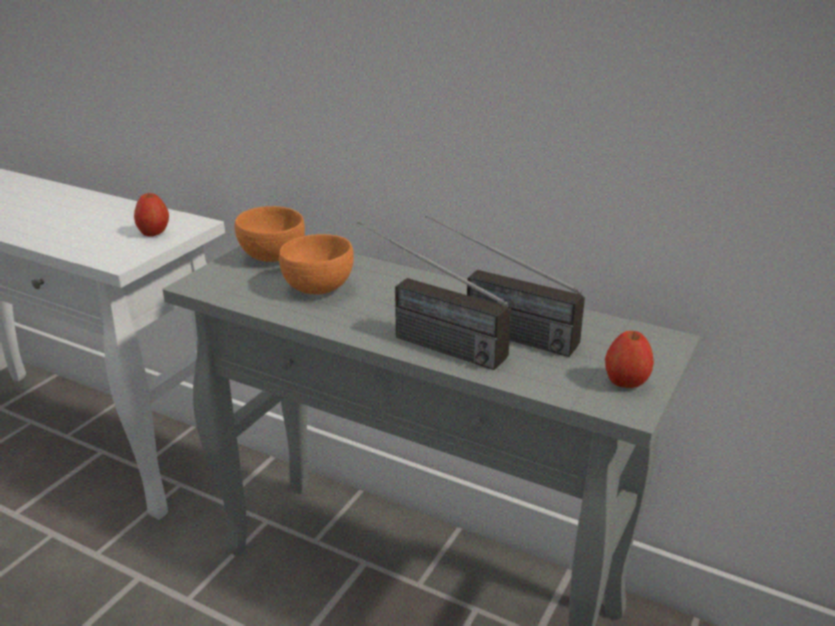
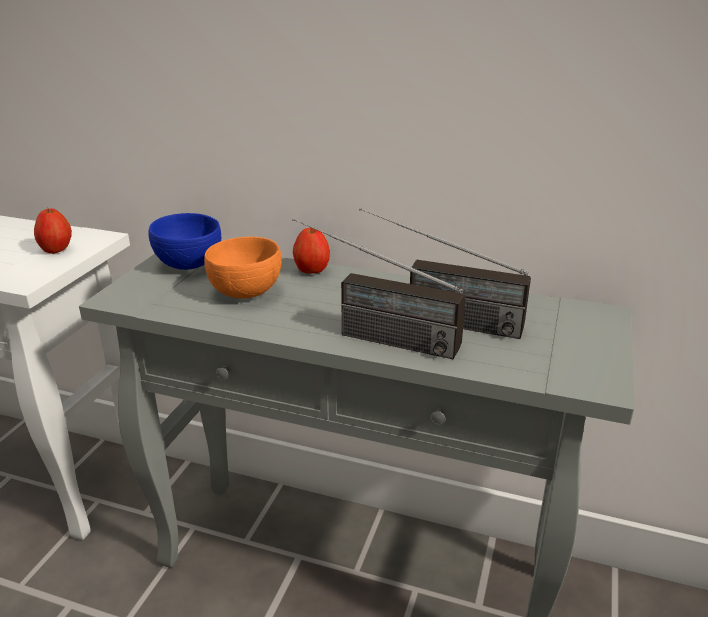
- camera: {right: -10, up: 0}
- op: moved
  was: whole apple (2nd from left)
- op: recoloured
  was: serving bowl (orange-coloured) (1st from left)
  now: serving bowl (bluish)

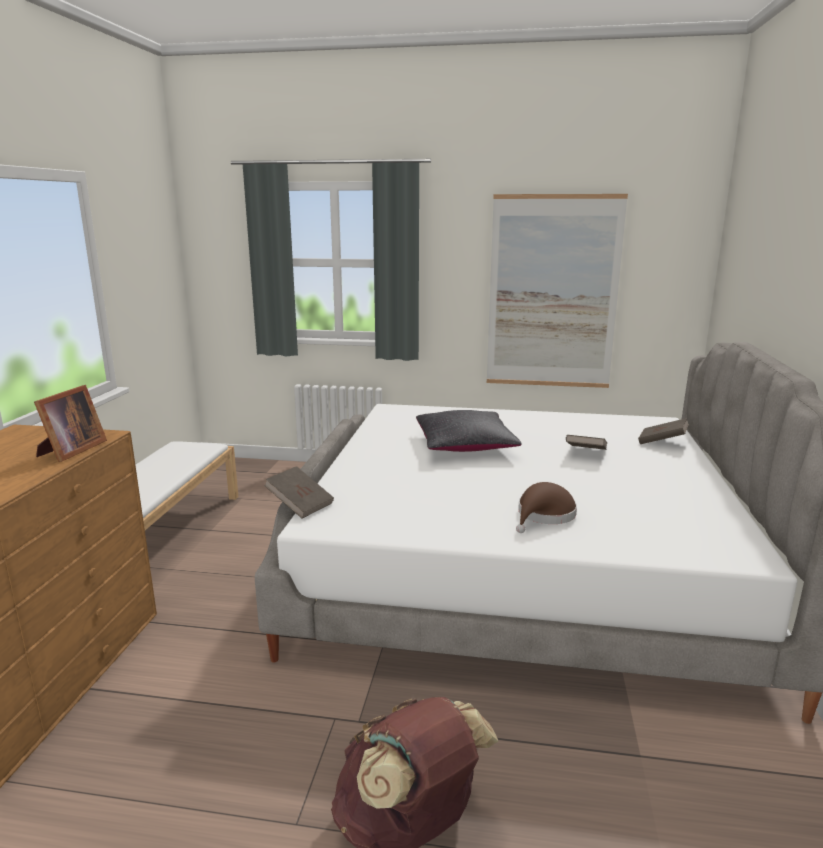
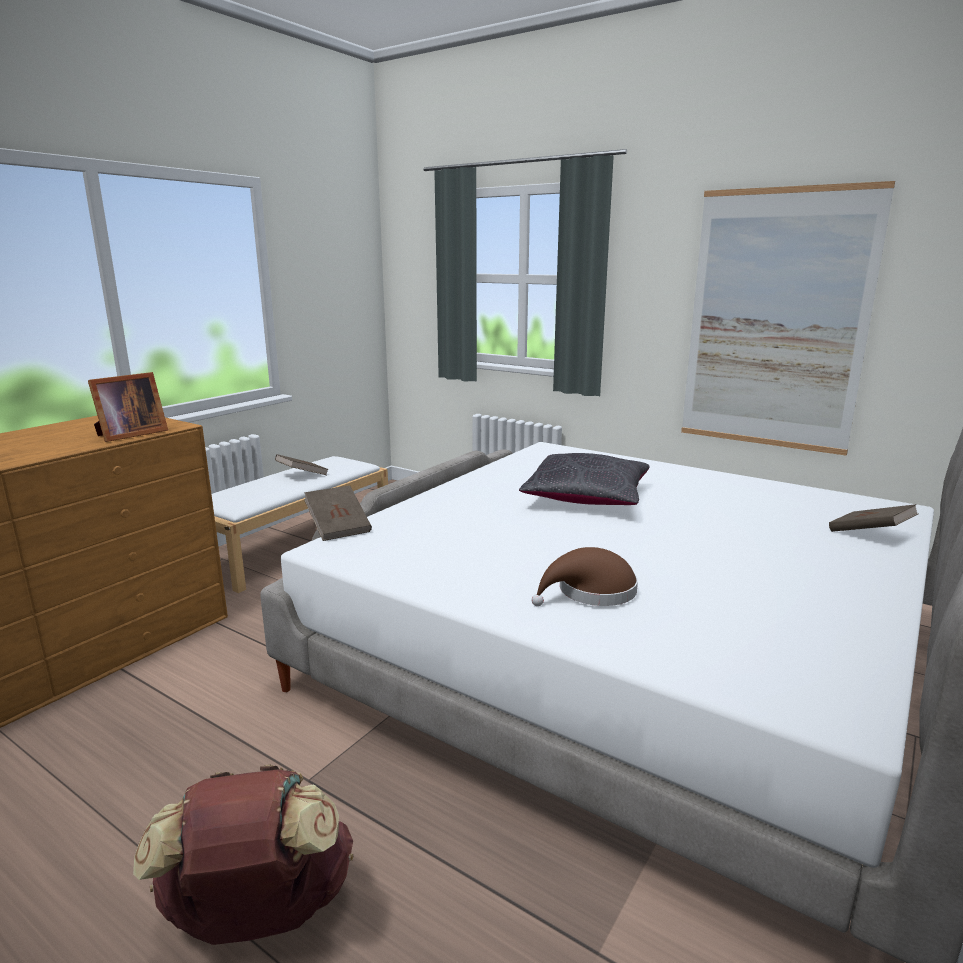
- camera: {right: 25, up: 0}
- op: moved
  was: volume (brown-coloured) (2nd from left in the first image)
  now: volume (brown-coloured) (1st from left)

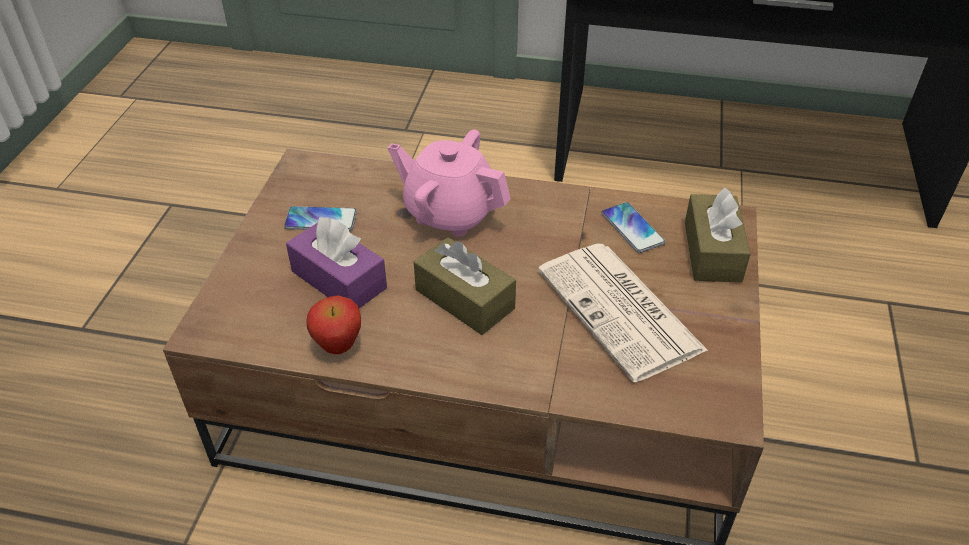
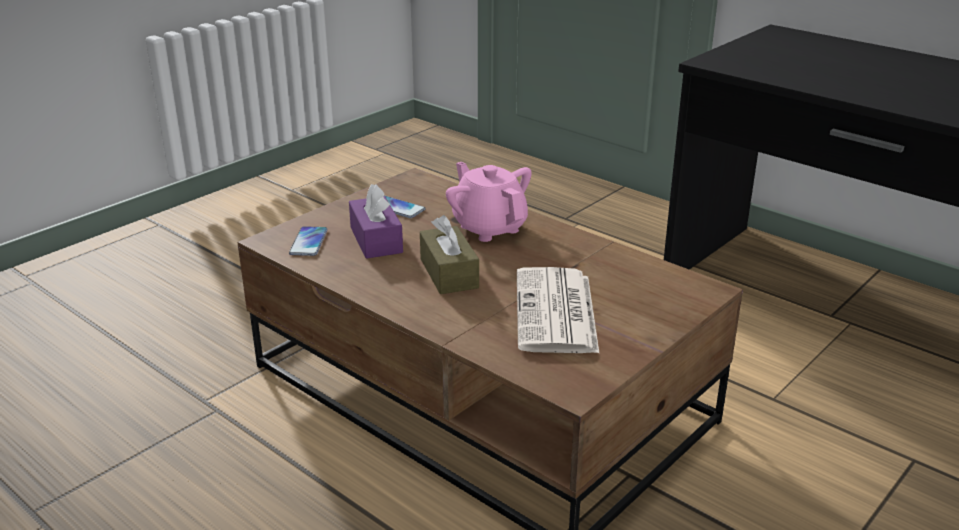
- camera: {right: 30, up: -15}
- op: removed
  was: whole apple
- op: removed
  was: box of tissues (brown-coloured) (2nd from left)
- op: moved
  was: phone (2nd from left in the first image)
  now: phone (1st from left)

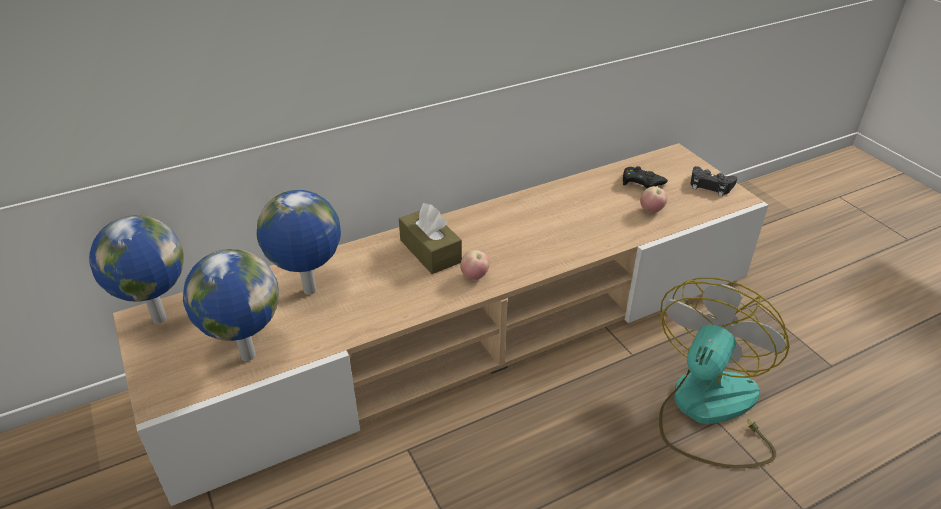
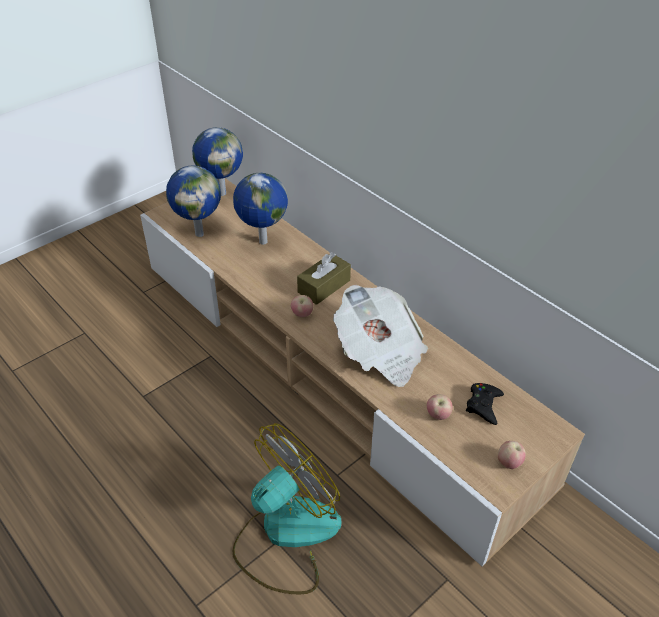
- camera: {right: 75, up: 5}
- op: added
  now: daily paper
- op: replaced
  was: game controller (black) (2nd from left)
  now: whole apple (3rd from left)
- op: turned
  was: cooling fan
  clockwise: -60

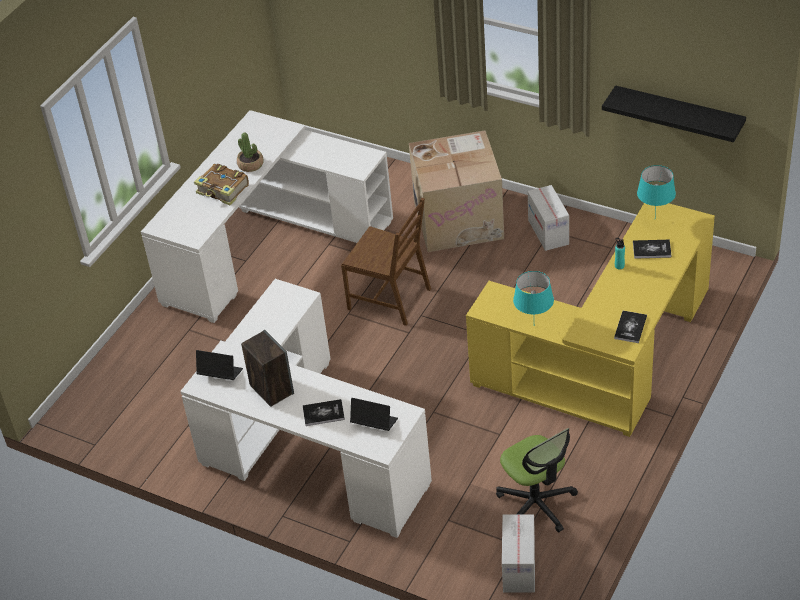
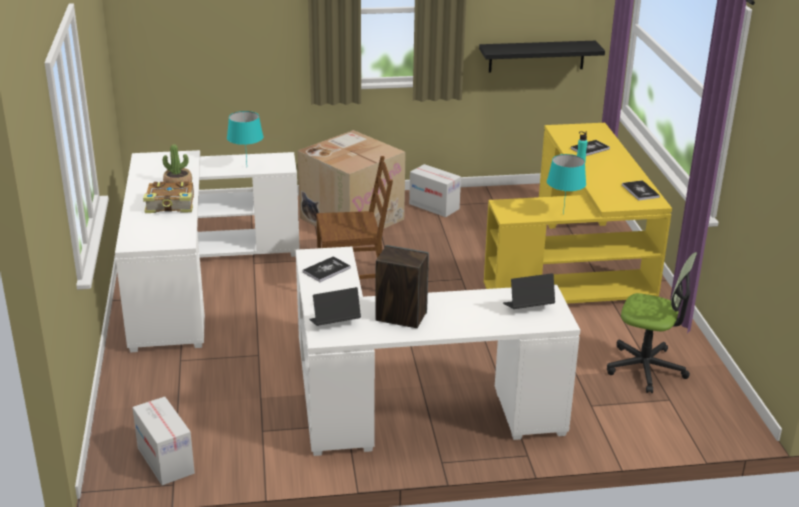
- camera: {right: -40, up: -15}
- op: moved
  was: volume (2nd from left)
- op: moved
  was: cardboard box (2nd from left in the first image)
  now: cardboard box (1st from left)
- op: moved
  was: lamp for a table (turquoise) (2nd from left in the first image)
  now: lamp for a table (turquoise) (1st from left)

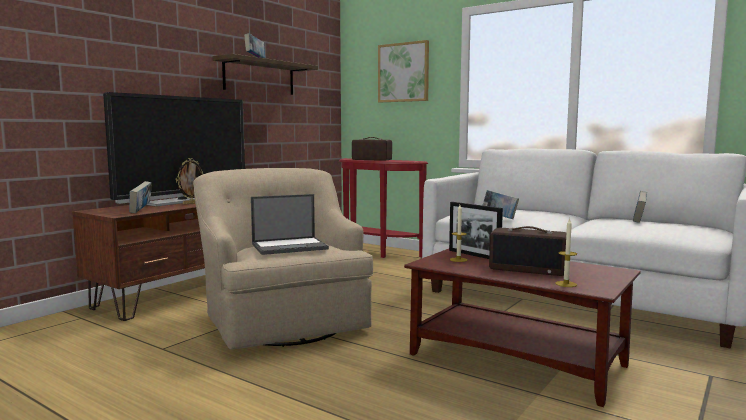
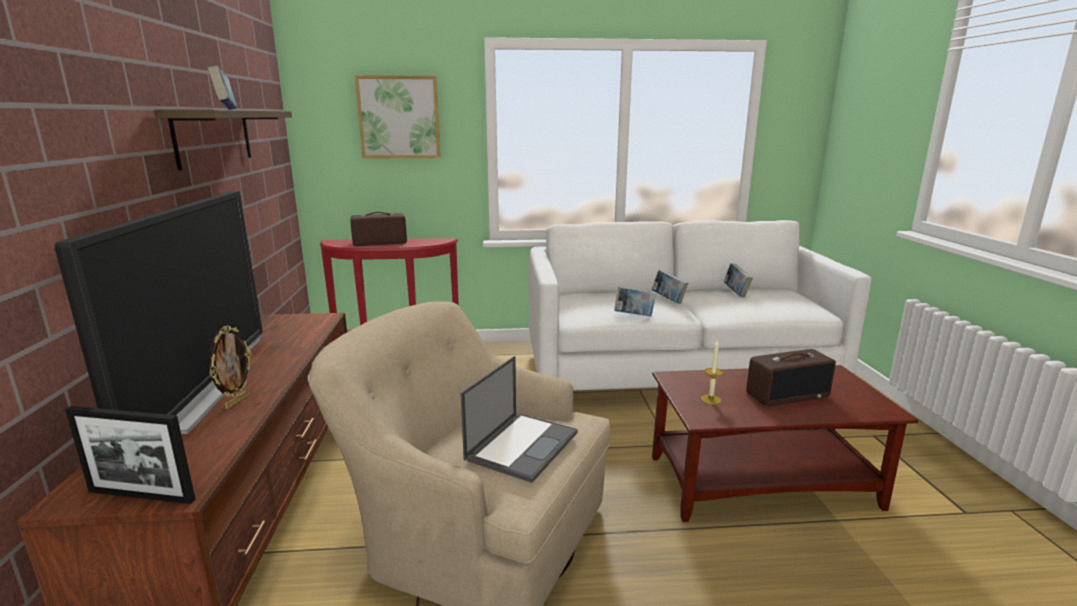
- camera: {right: -40, up: 10}
- op: removed
  was: wax candle (2nd from left)
- op: moved
  was: volume (1st from left in the first image)
  now: volume (3rd from left)
- op: moved
  was: standing frame (2nd from left in the first image)
  now: standing frame (1st from left)

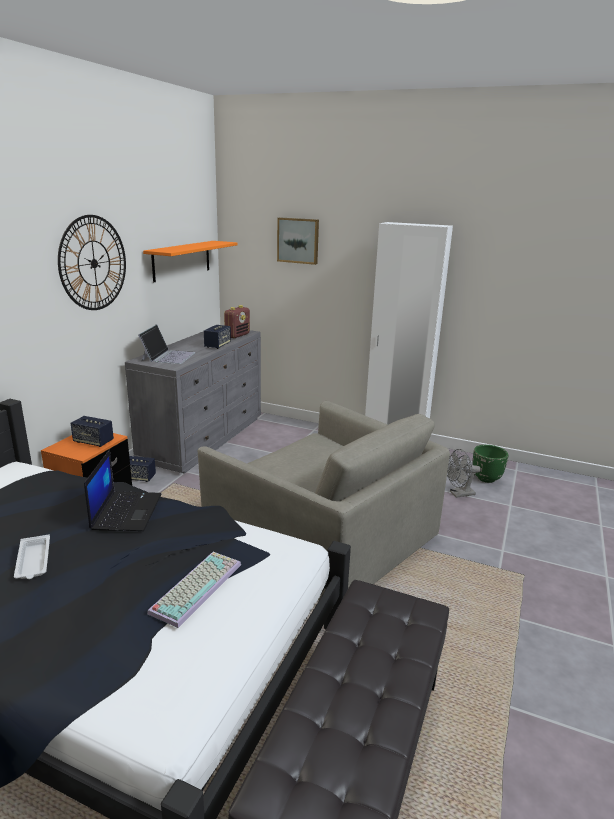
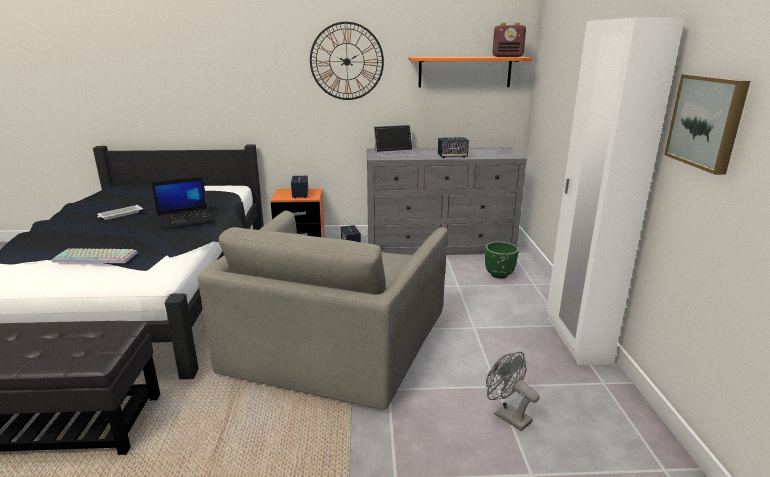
- camera: {right: 65, up: 0}
- op: moved
  was: radio set
- op: moved
  was: picture
- op: moved
  was: planter (greenish)

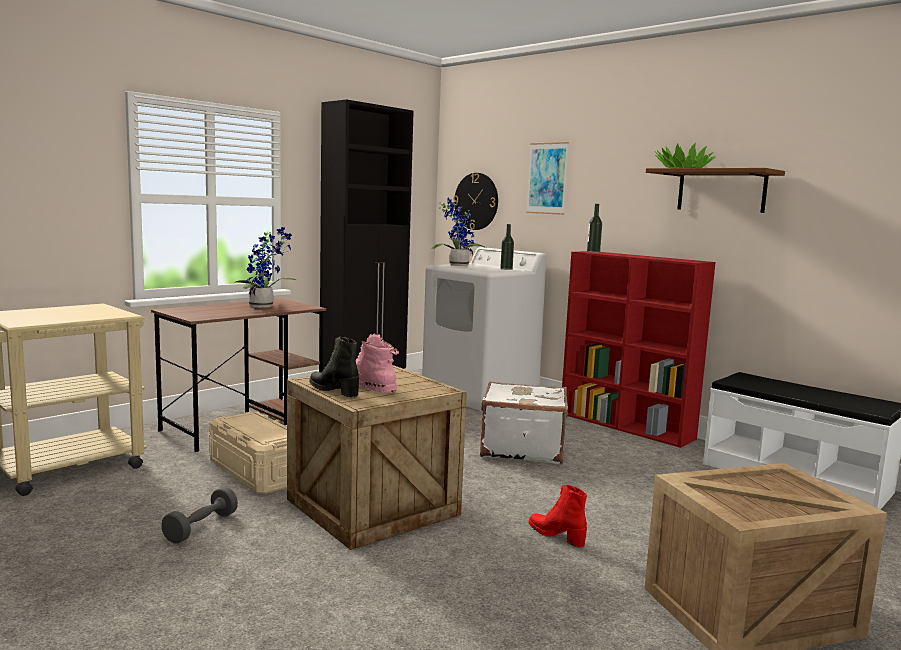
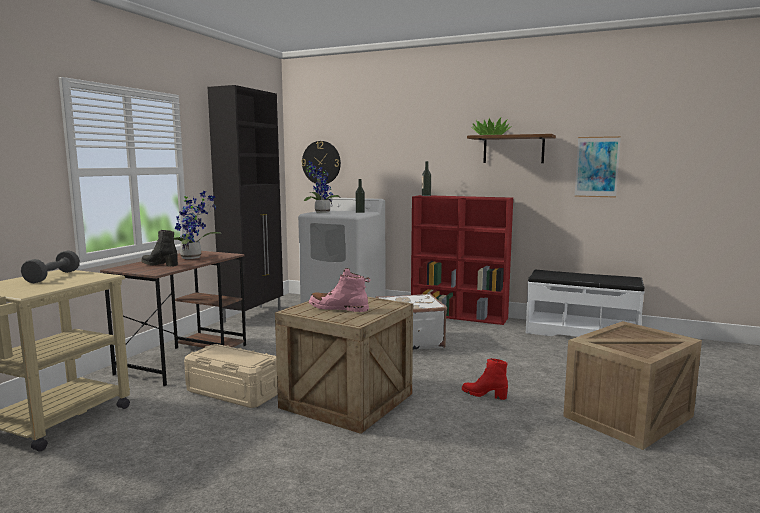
- camera: {right: -20, up: 0}
- op: moved
  was: dumbbell (grey)
- op: moved
  was: boot (black)
- op: moved
  was: picture

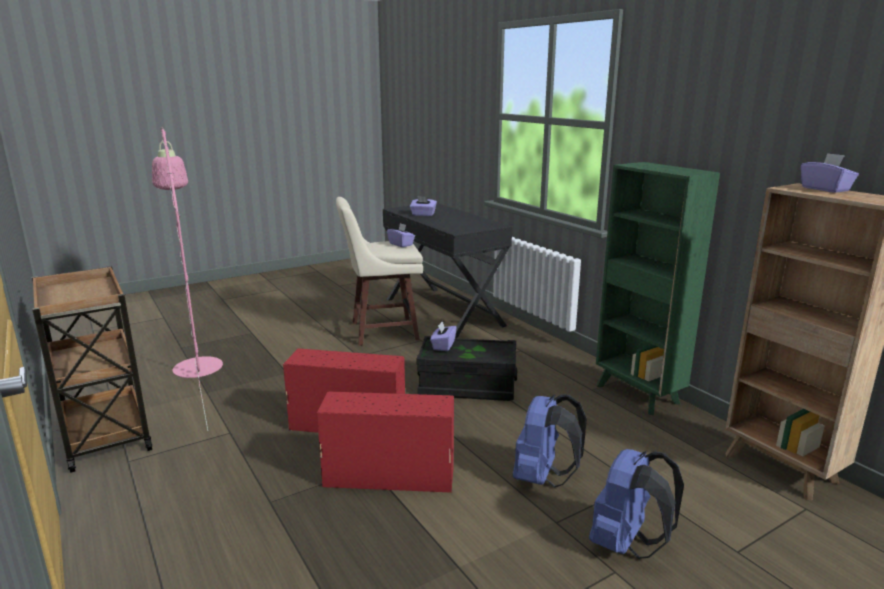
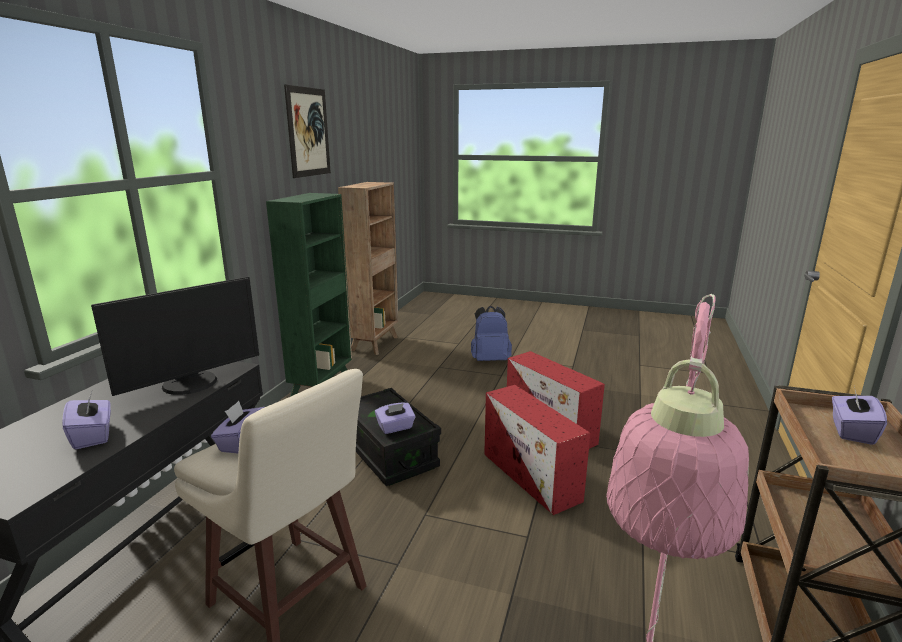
- camera: {right: -130, up: 0}
- op: removed
  was: backpack (bluish) (1st from left)
- op: added
  now: computer screen
- op: added
  now: picture
- op: moved
  was: box of tissues (purple-coloured) (4th from left)

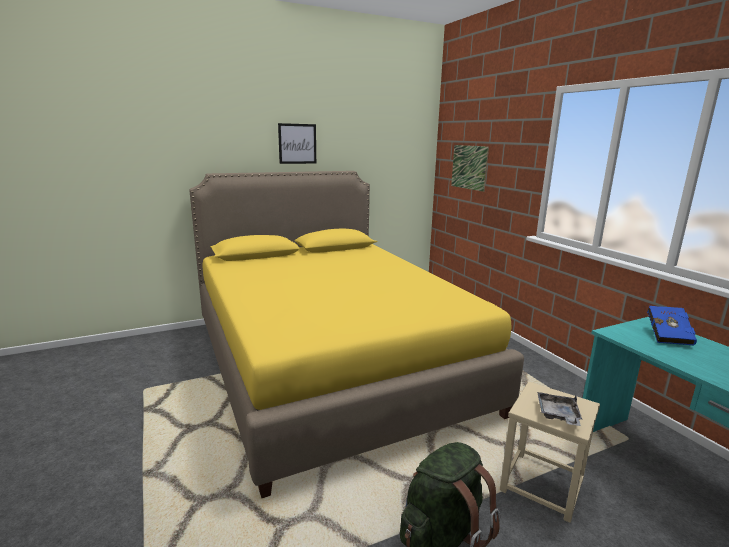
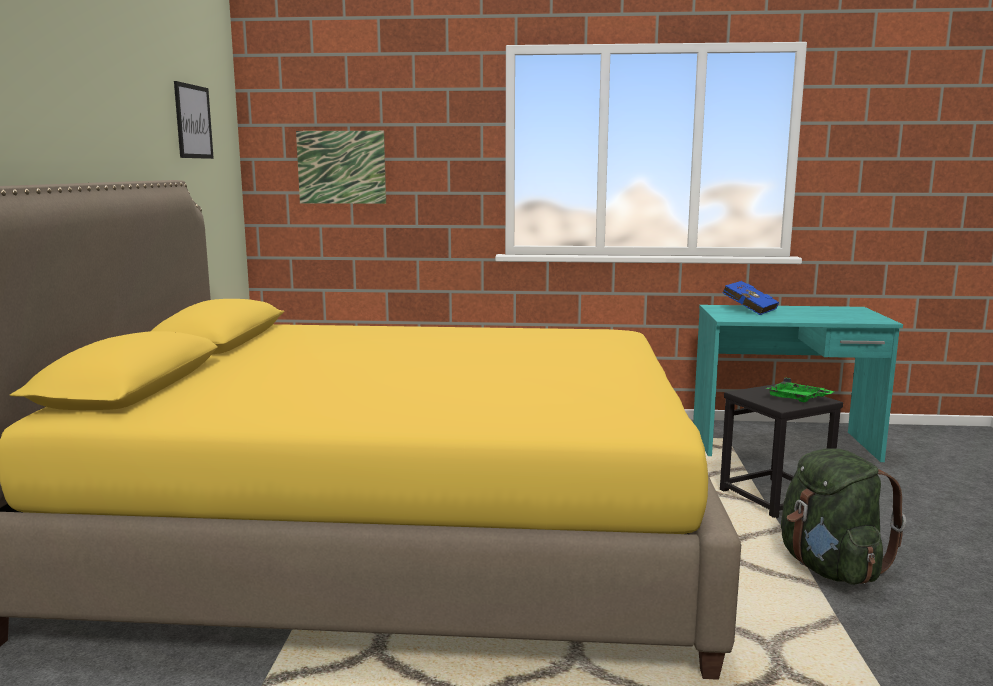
- camera: {right: -60, up: -5}
- op: moved
  was: picture (1st from left)
- op: recoloured
  was: sitting stool (sand-coloured)
  now: sitting stool (black)
- op: recoloured
  was: serving tray (grey)
  now: serving tray (greenish)

